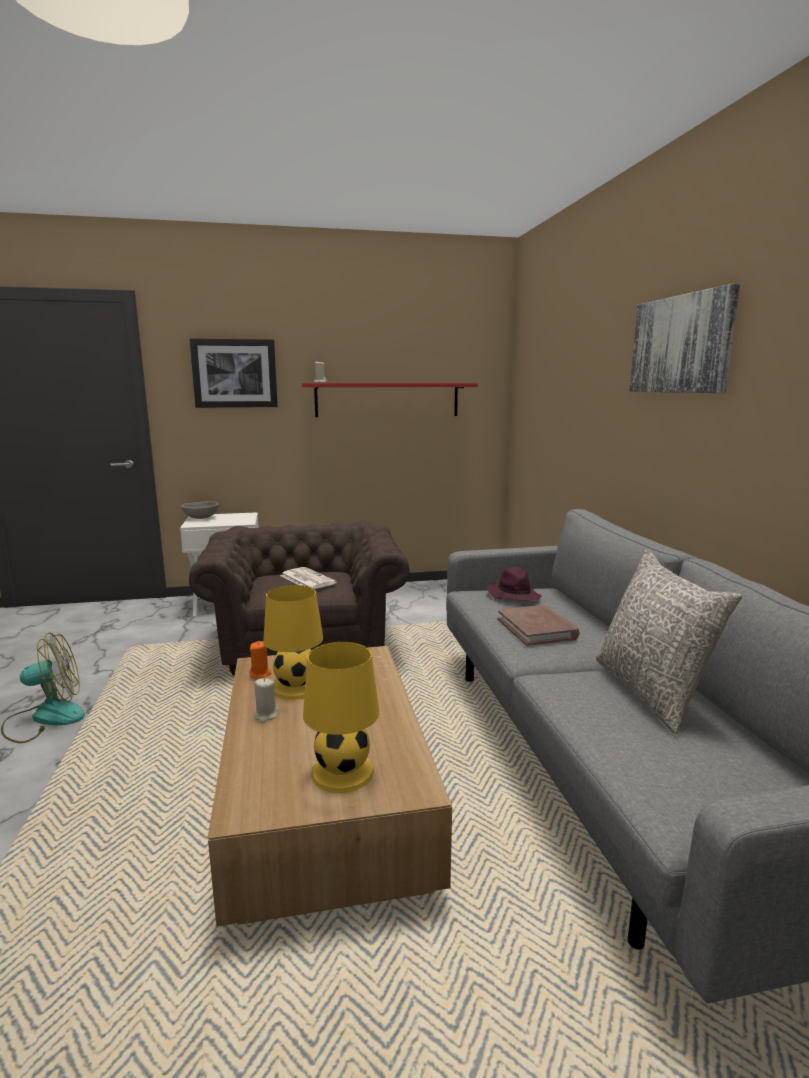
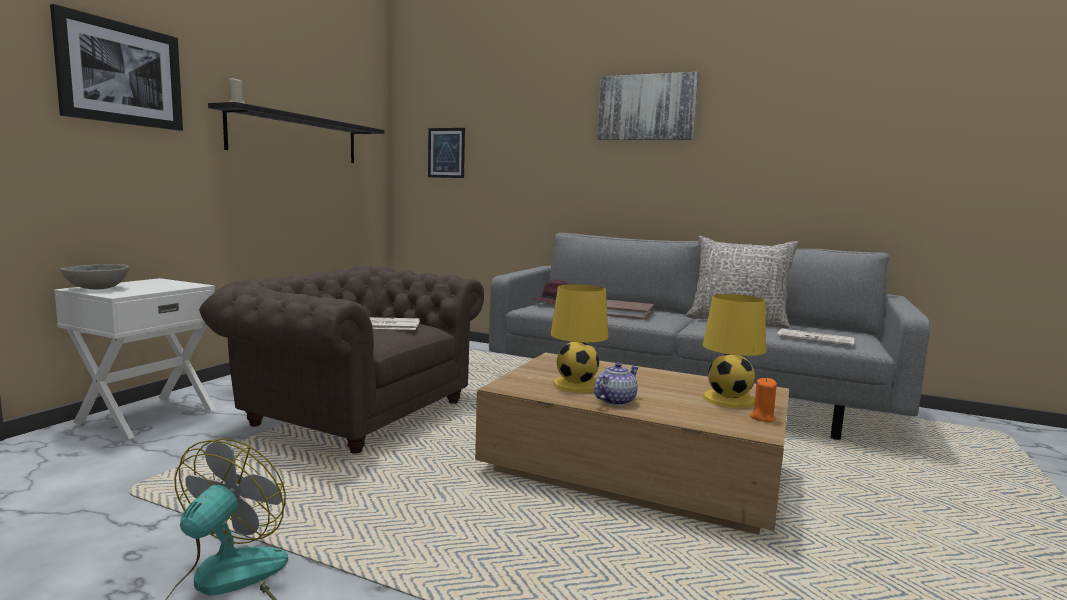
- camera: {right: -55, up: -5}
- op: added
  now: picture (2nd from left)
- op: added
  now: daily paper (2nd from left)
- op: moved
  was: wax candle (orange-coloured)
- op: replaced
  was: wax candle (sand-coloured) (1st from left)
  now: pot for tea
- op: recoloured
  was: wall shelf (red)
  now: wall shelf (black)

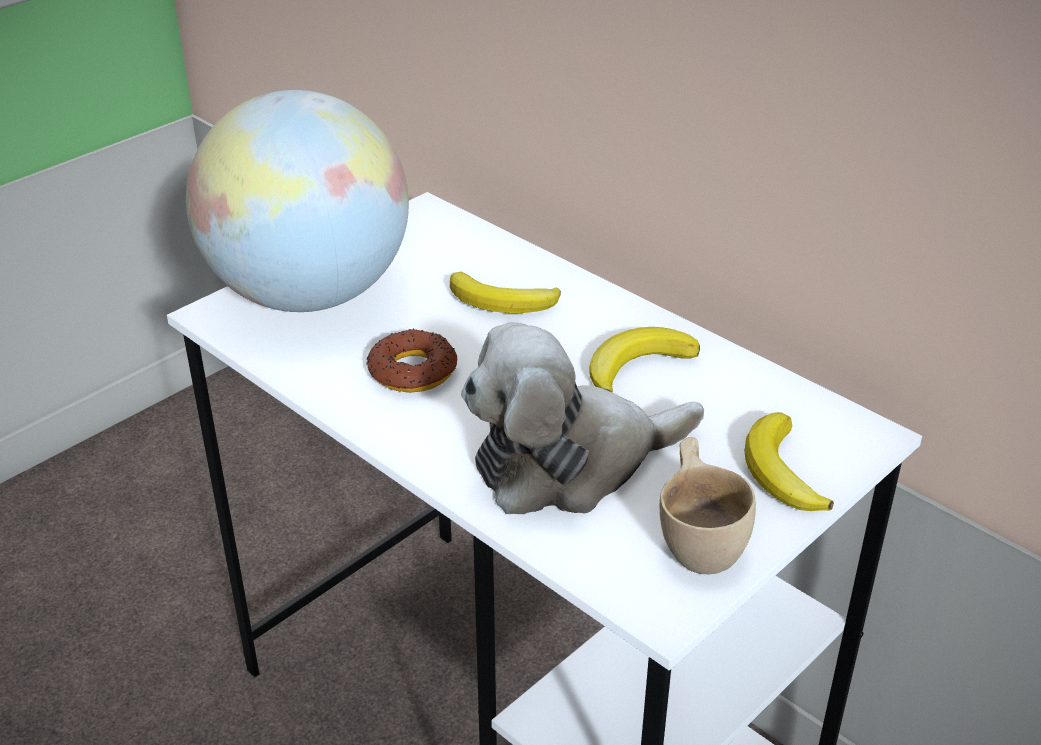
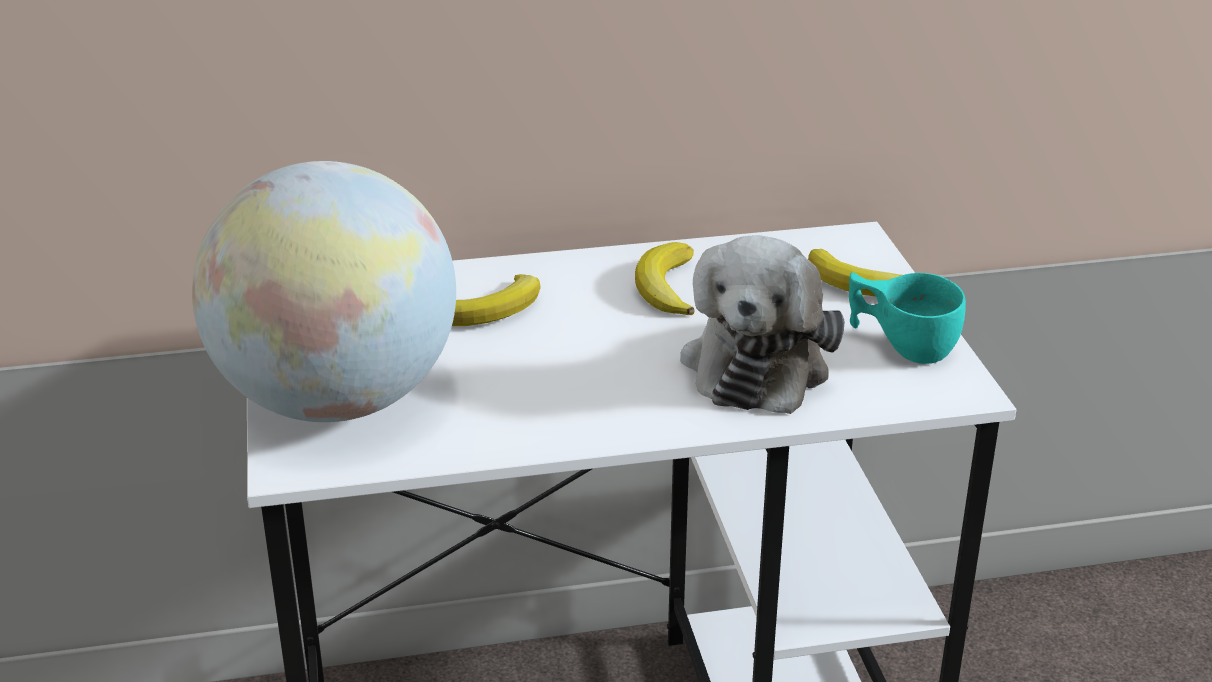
- camera: {right: -55, up: -5}
- op: removed
  was: donut
- op: recoloured
  was: cup (sand-coloured)
  now: cup (turquoise)

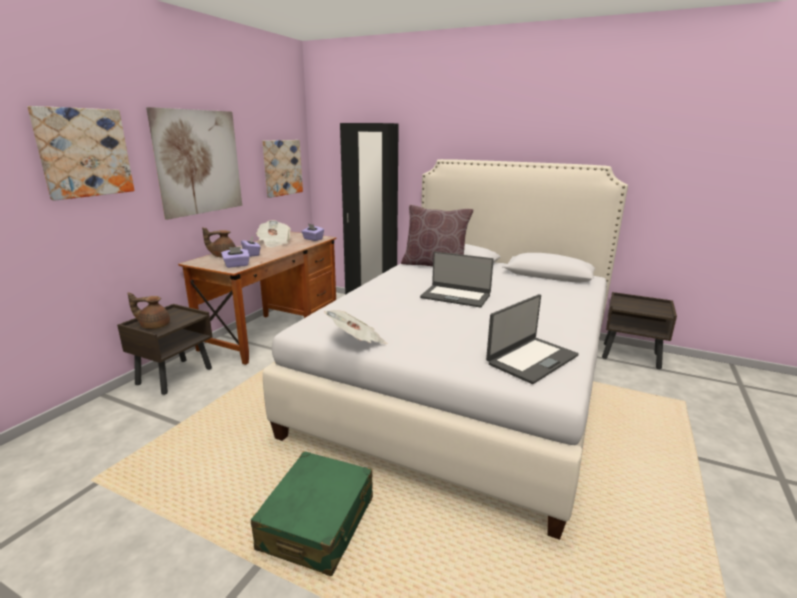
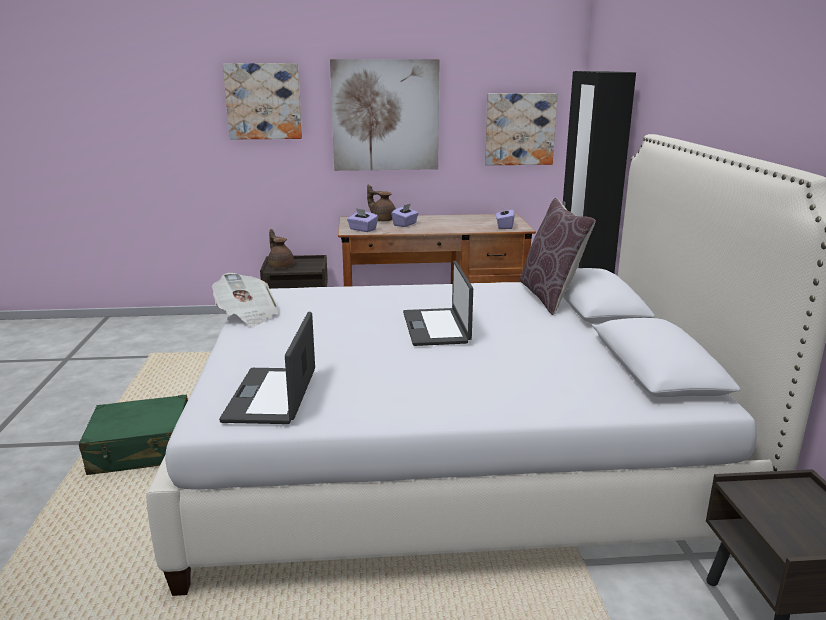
- camera: {right: 60, up: 0}
- op: removed
  was: daily paper (1st from left)
- op: turned
  was: notebook computer (2nd from left in the first image)
  clockwise: 75

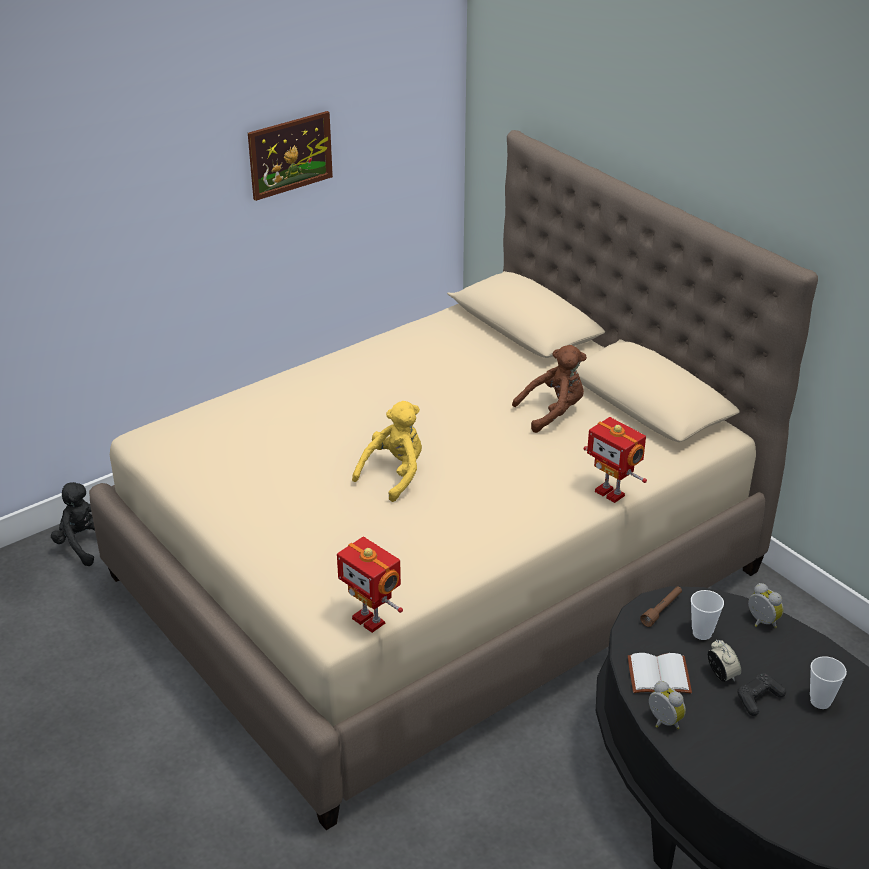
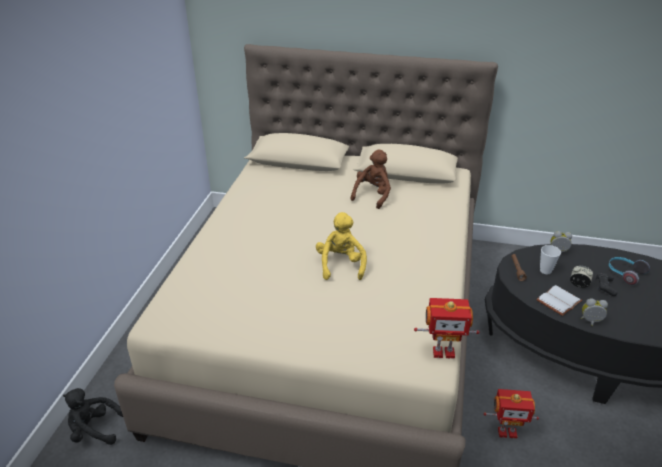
- camera: {right: -40, up: 0}
- op: removed
  was: picture
- op: moved
  was: robot figure (2nd from left)
- op: replaced
  was: cup (2nd from left)
  now: headset

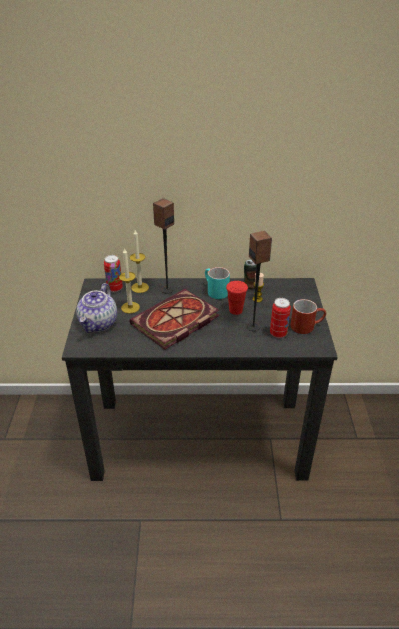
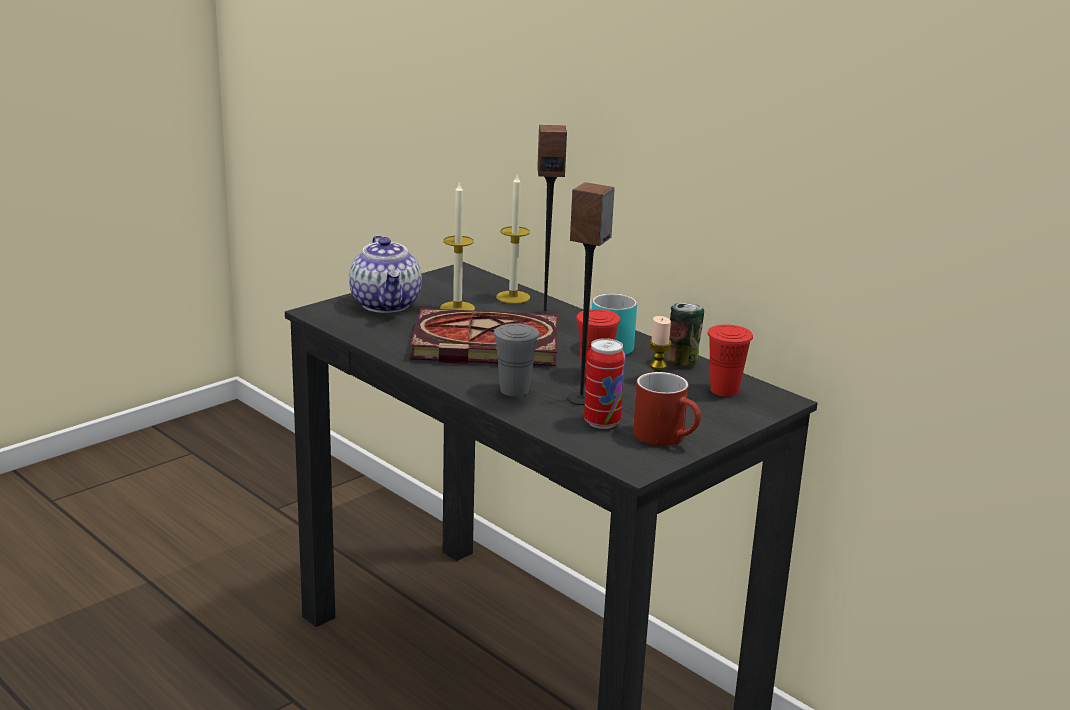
- camera: {right: 45, up: -15}
- op: removed
  was: sealed can (1st from left)
- op: added
  now: cup (grey)
- op: added
  now: cup (red) (2nd from left)
- op: turned
  was: pot for tea
  clockwise: -75

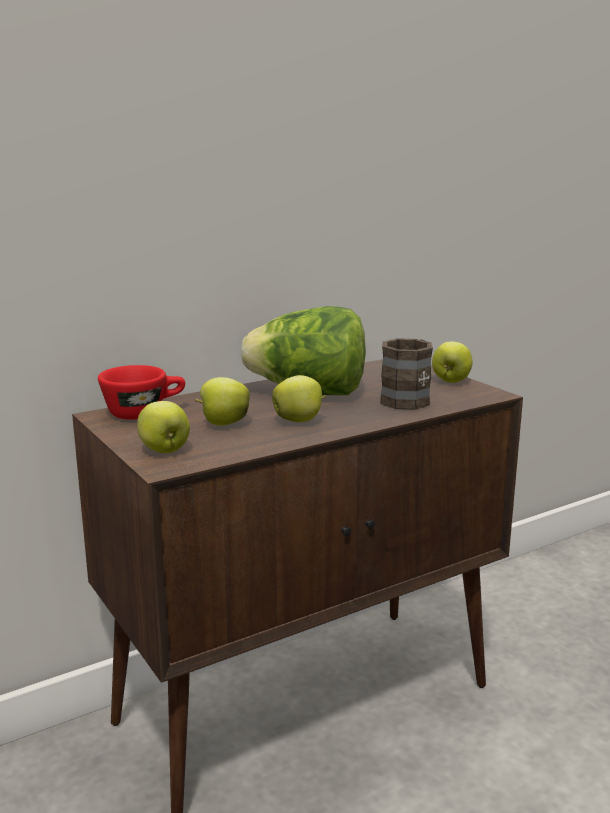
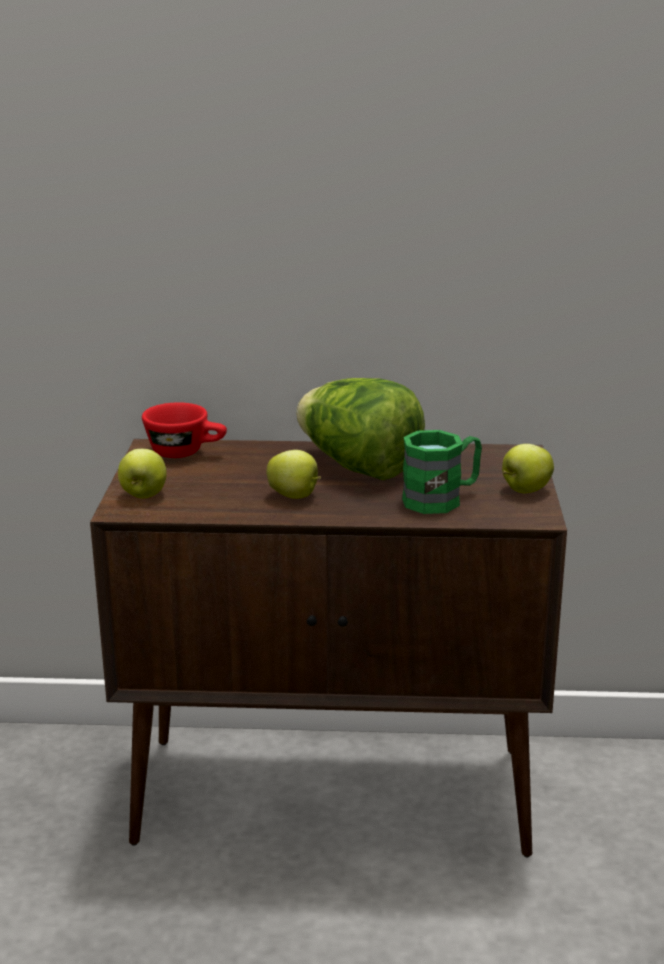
- camera: {right: 35, up: 5}
- op: removed
  was: whole apple (2nd from left)
- op: recoloured
  was: mug (brown-coloured)
  now: mug (greenish)

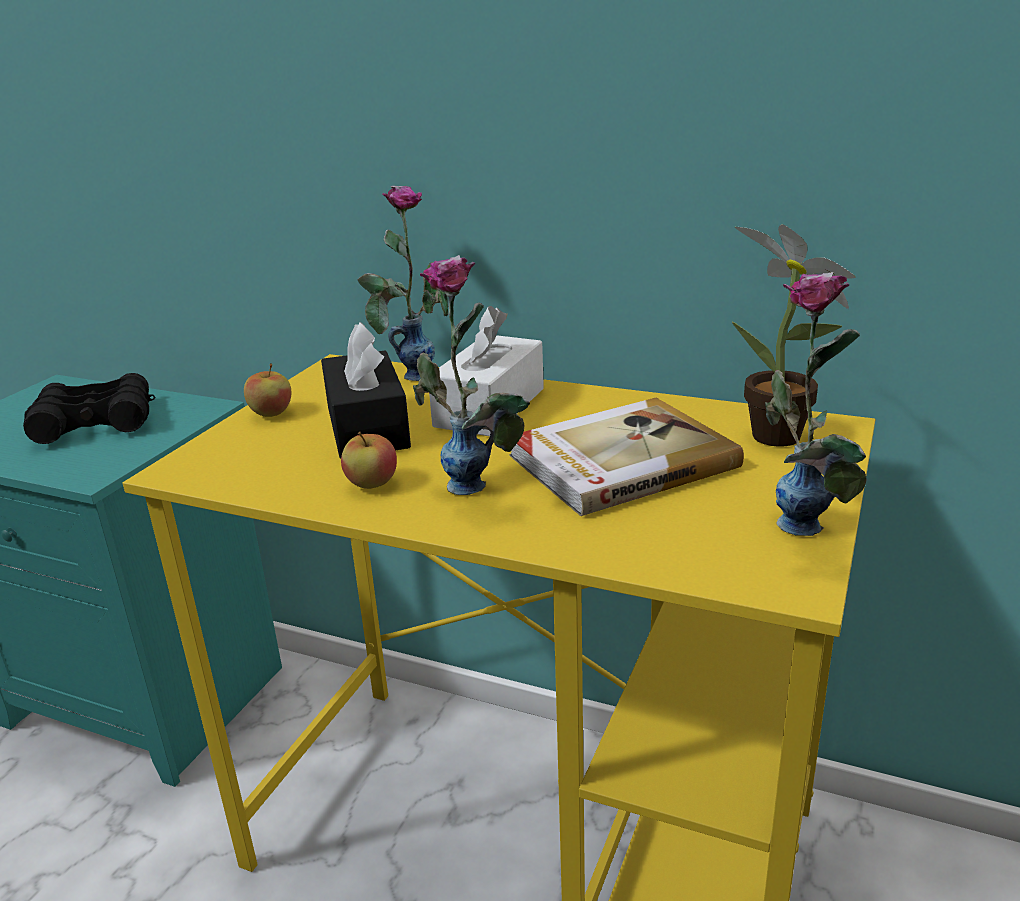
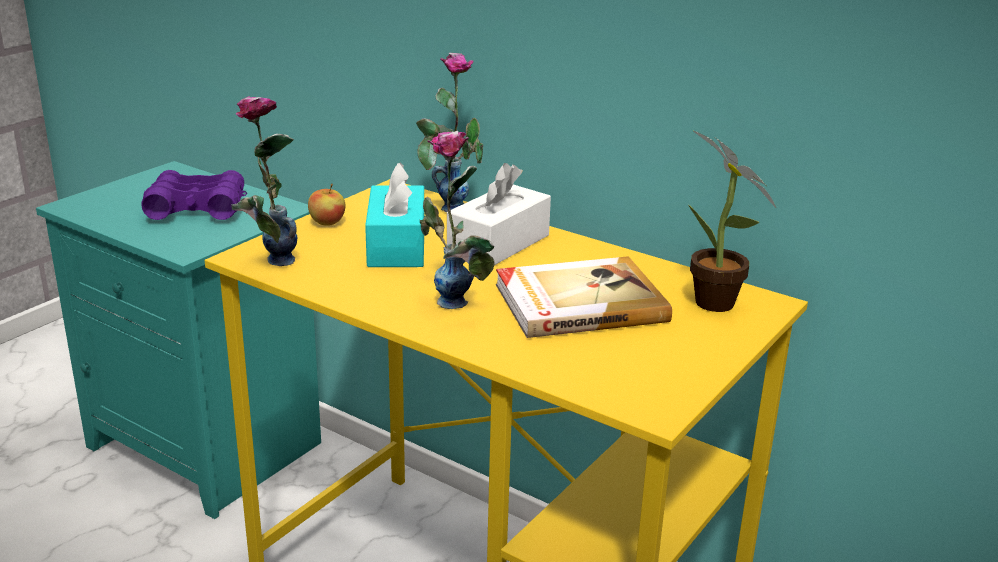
- camera: {right: 10, up: 0}
- op: removed
  was: whole apple (2nd from left)
- op: moved
  was: vase (3rd from left in the first image)
  now: vase (1st from left)
- op: recoloured
  was: binoculars (black)
  now: binoculars (purple-coloured)
- op: recoloured
  was: box of tissues (black)
  now: box of tissues (turquoise)

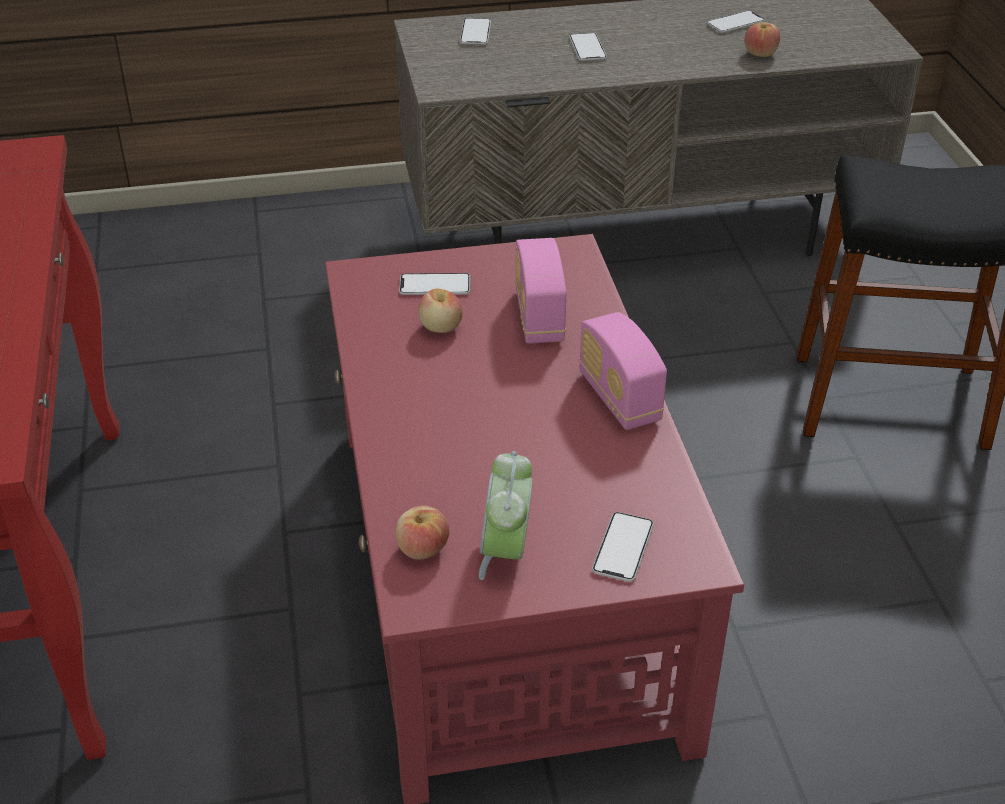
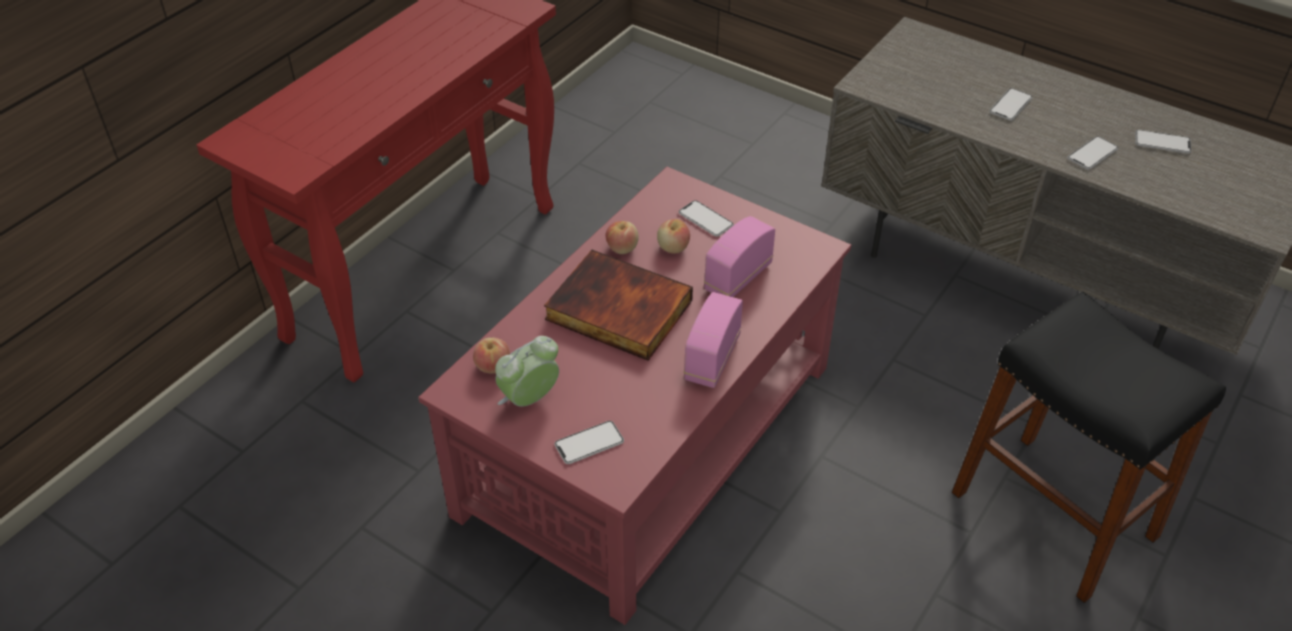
- camera: {right: 45, up: 5}
- op: added
  now: volume
- op: moved
  was: phone (2nd from left in the first image)
  now: phone (4th from left)
- op: moved
  was: whole apple (3rd from left in the first image)
  now: whole apple (2nd from left)

